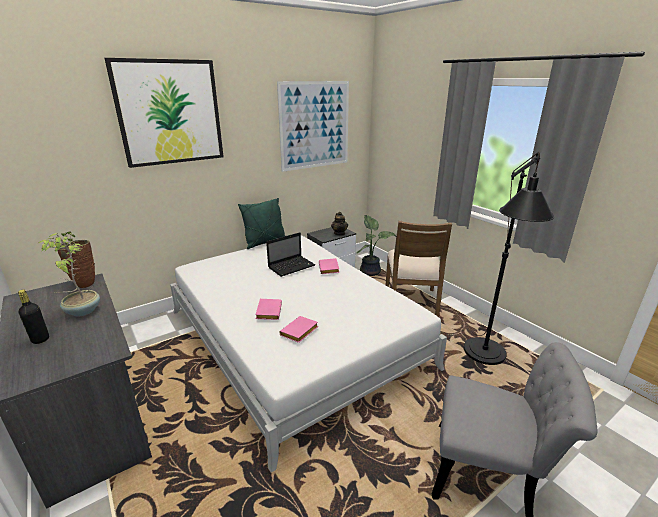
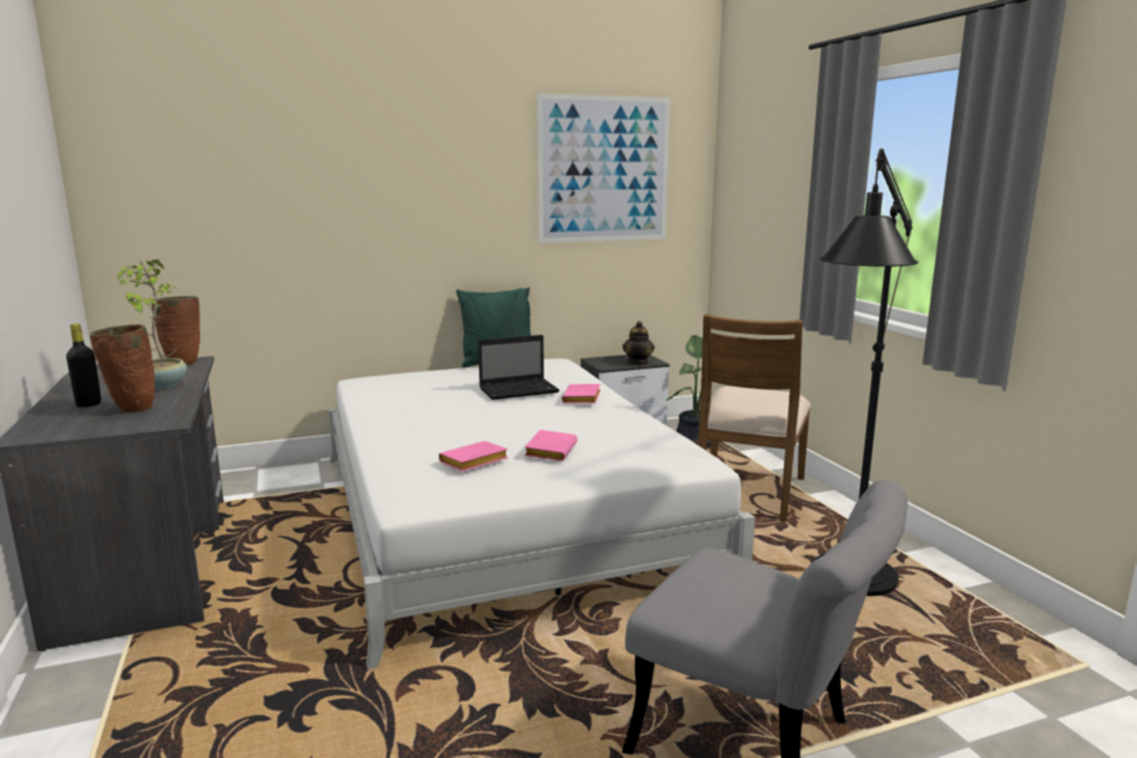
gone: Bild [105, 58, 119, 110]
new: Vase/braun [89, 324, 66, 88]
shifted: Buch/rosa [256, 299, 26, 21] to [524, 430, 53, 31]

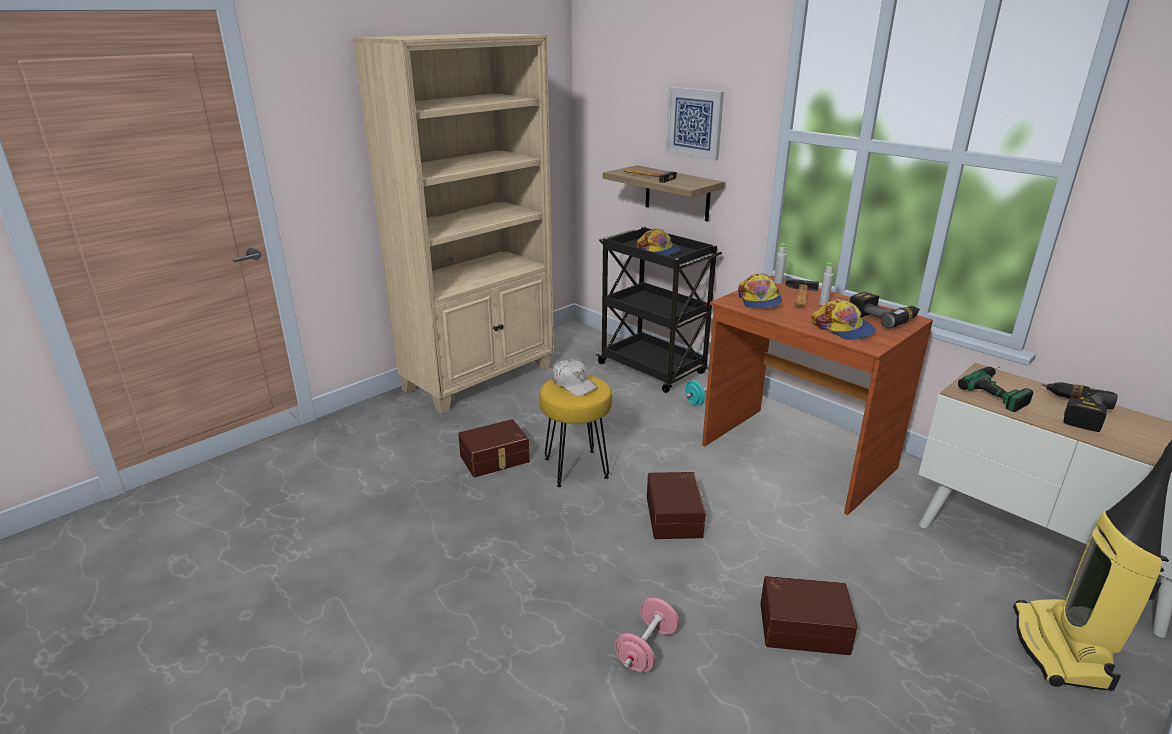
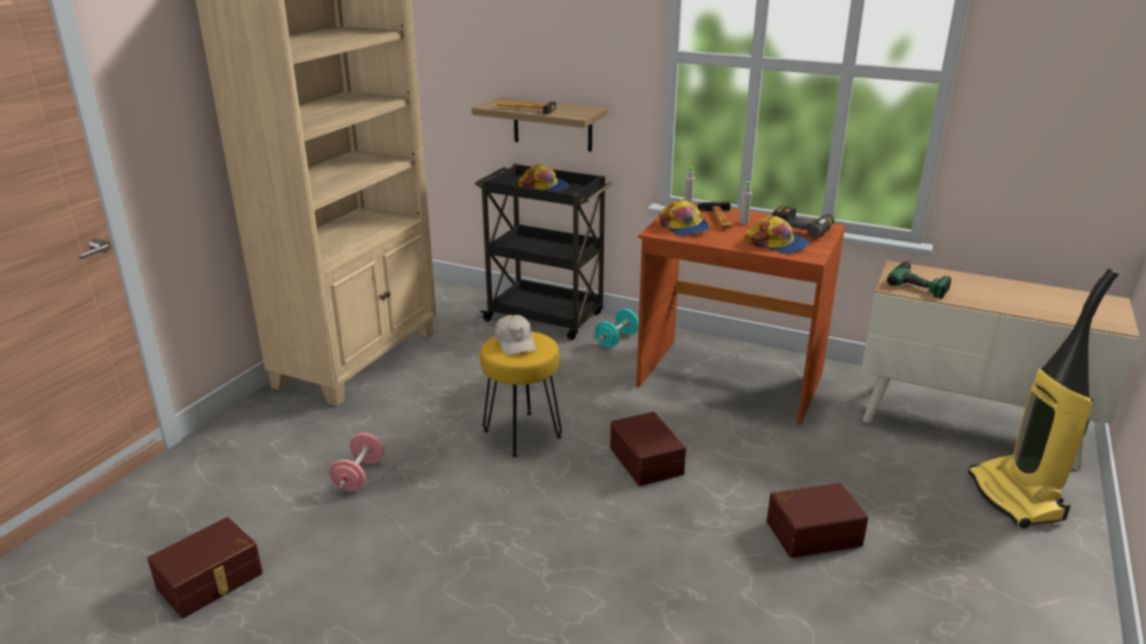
gone: Bild [665, 87, 59, 74]; Bohrmaschine [1042, 382, 76, 50]
shifted: Aufbewahrungsbox/braun [458, 419, 72, 58] to [147, 517, 116, 101]; Hantel/rosa [614, 598, 65, 74] to [330, 433, 54, 59]
rotated: Kappe/weiß [552, 359, 46, 37] = [495, 315, 41, 40] 45 degrees clockwise

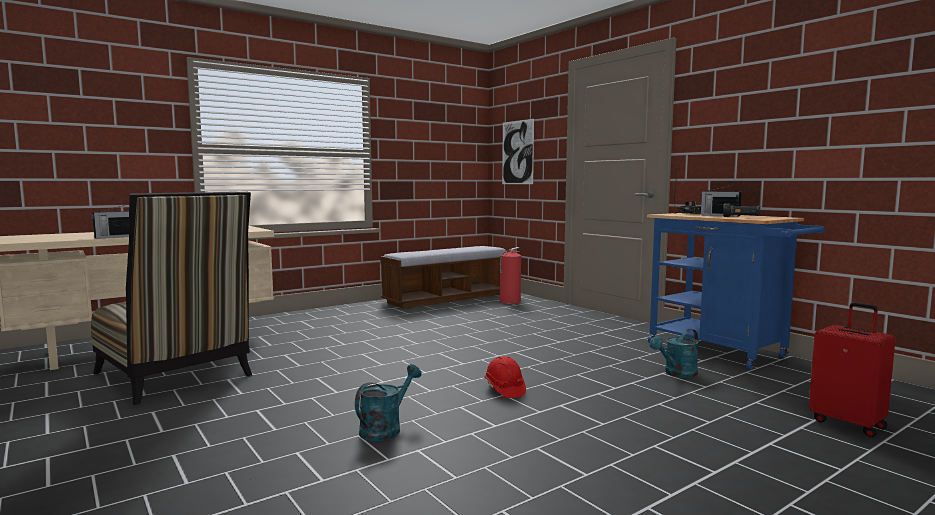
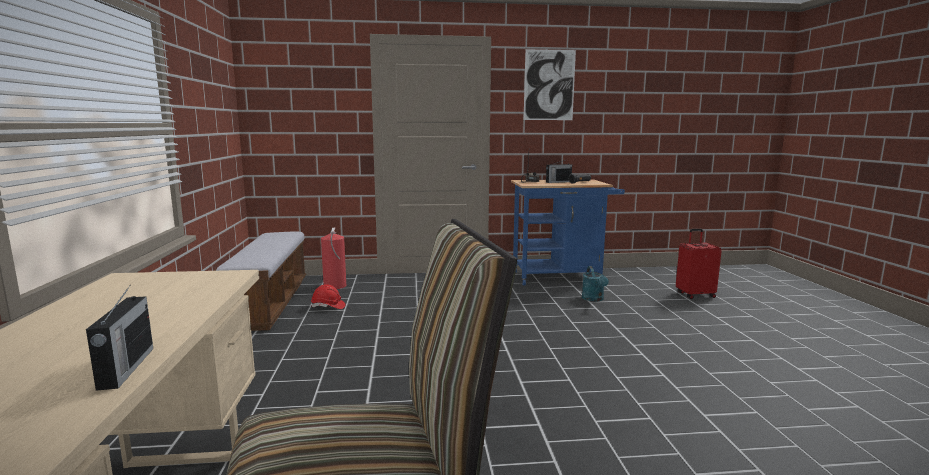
gone: Gießkanne/türkis [355, 364, 67, 77]
shifted: Schutzhelm/rot [484, 356, 42, 42] to [311, 284, 35, 25]; Bild [502, 119, 32, 65] to [524, 49, 52, 71]

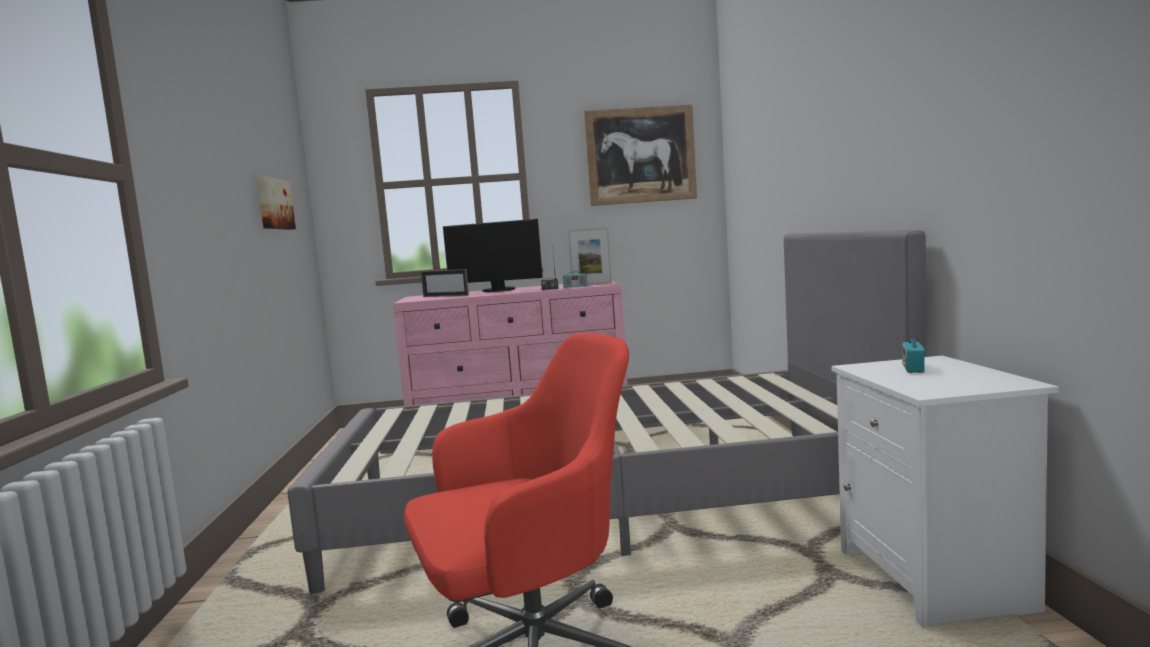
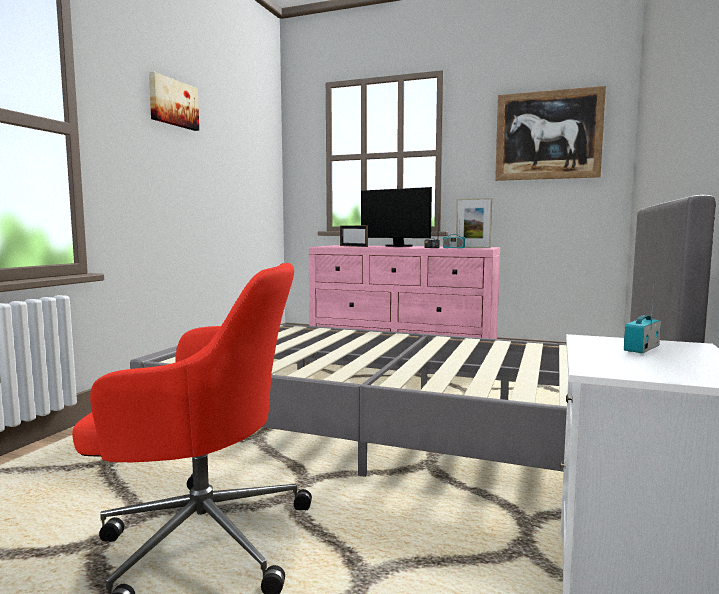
shifted: Bild [257, 176, 39, 54] to [149, 72, 50, 59]

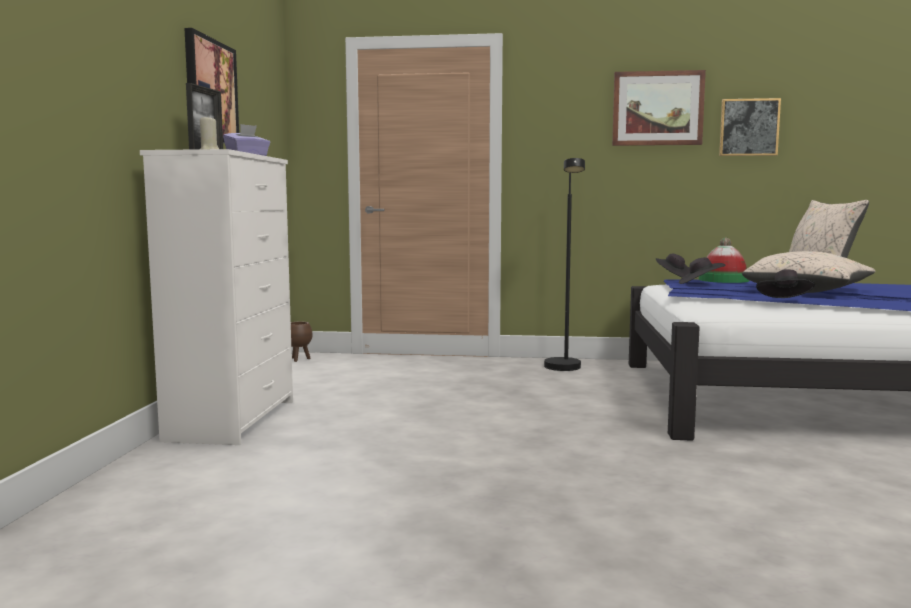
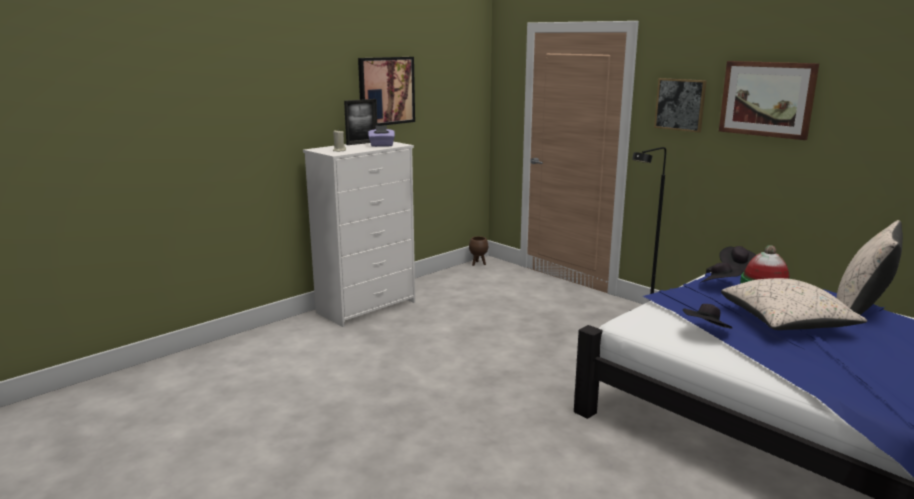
shifted: Bild [719, 98, 62, 58] to [654, 78, 53, 55]

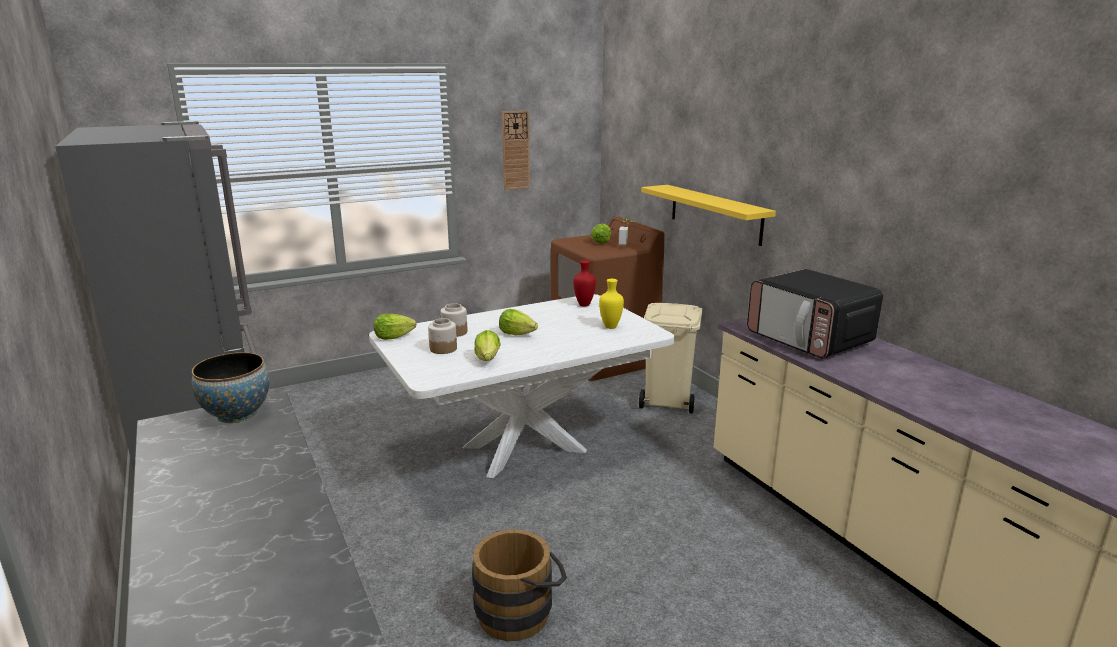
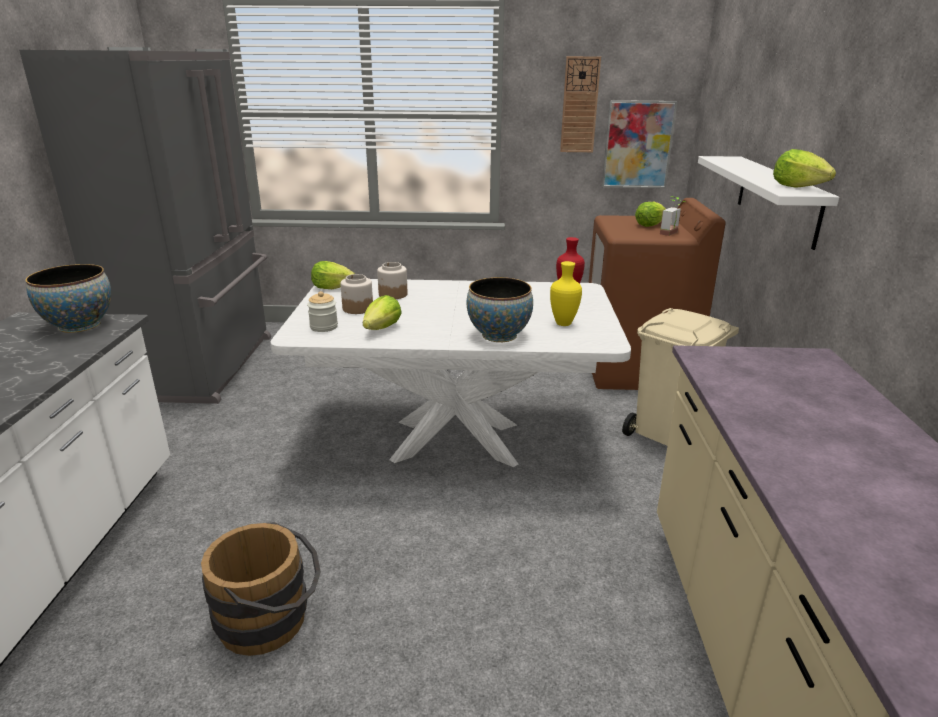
gone: Mikrowelle [747, 269, 136, 89]
new: Vorratsglas [307, 291, 31, 41]; Schüssel [467, 277, 66, 65]; Bild [602, 100, 75, 88]
shifted: Salatkopf [499, 309, 39, 26] to [773, 149, 63, 39]
repainted: Wandregal/gelb [641, 185, 135, 61] to Wandregal/weiß [698, 156, 141, 94]

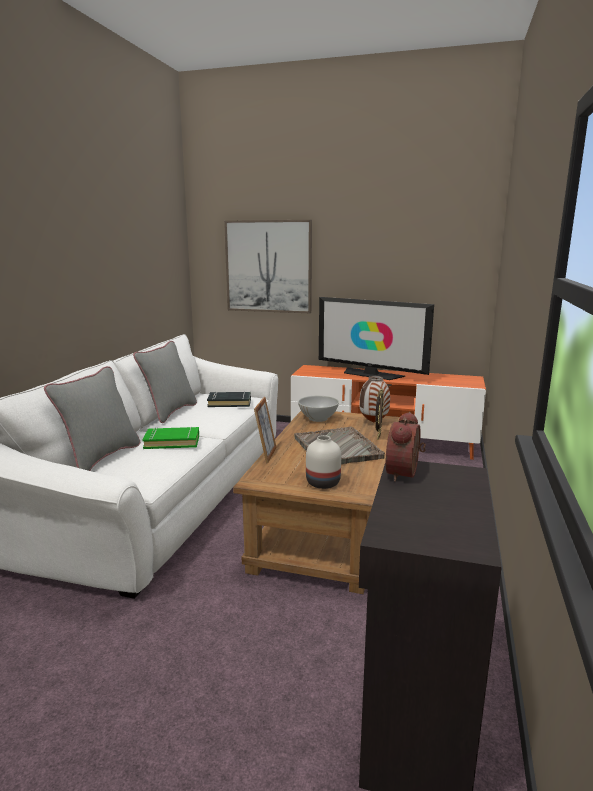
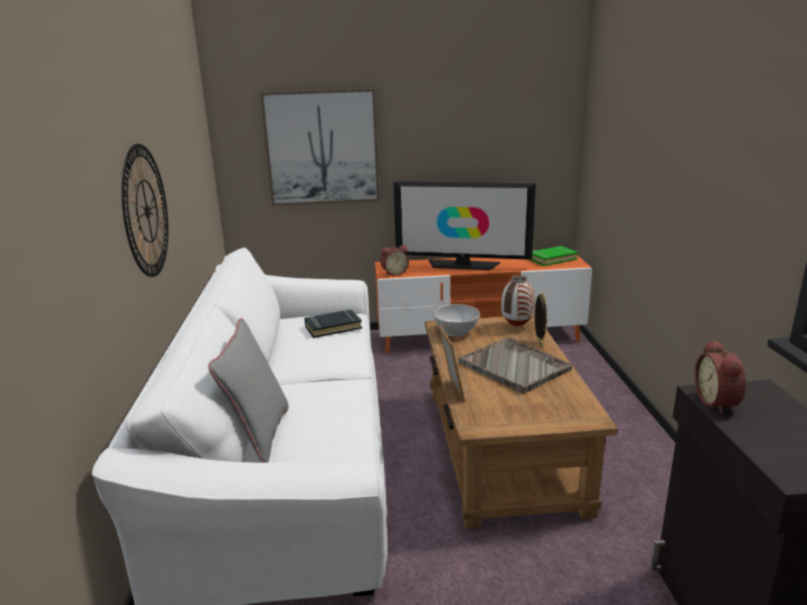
gone: Kissen/grau [133, 341, 64, 82]; Vase/weiß [306, 435, 35, 54]
new: Wanduhr [121, 144, 47, 133]; Wecker [381, 245, 28, 31]
shifted: Buch/grün [142, 427, 57, 22] to [531, 246, 47, 20]

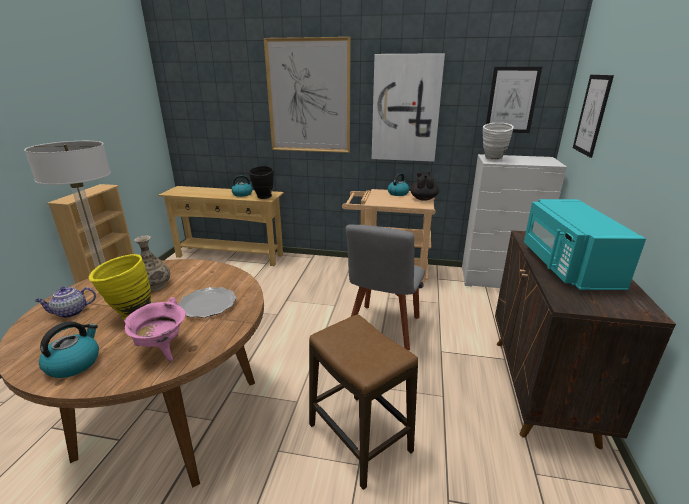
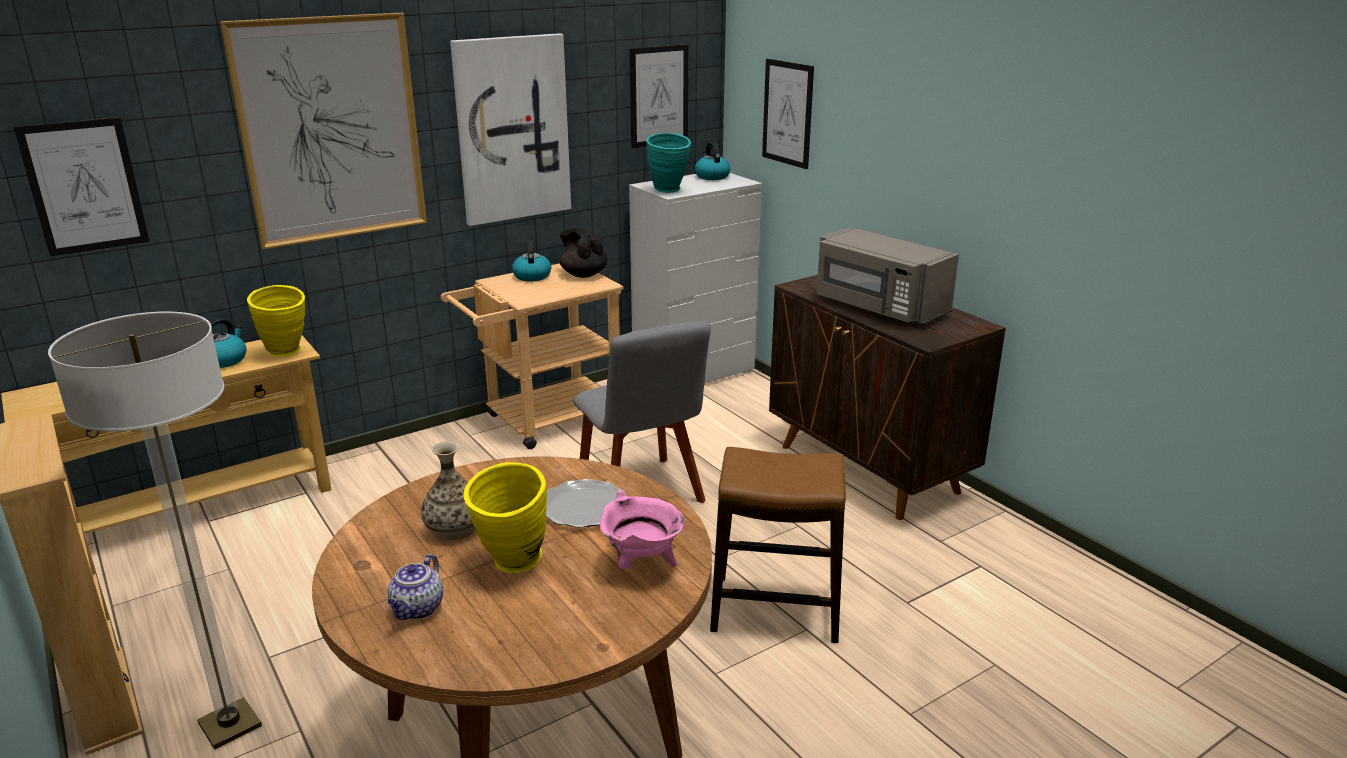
new: Bild [14, 117, 136, 140]
shifted: Wasserkessel [39, 321, 60, 57] to [695, 142, 36, 38]
repainted: Vase/schwarz [248, 166, 26, 33] to Vase/gelb [247, 285, 58, 72]; Vase/weiß [483, 123, 31, 38] to Vase/türkis [646, 133, 45, 60]; Mikrowelle/türkis [524, 199, 122, 91] to Mikrowelle/grau [817, 227, 142, 98]

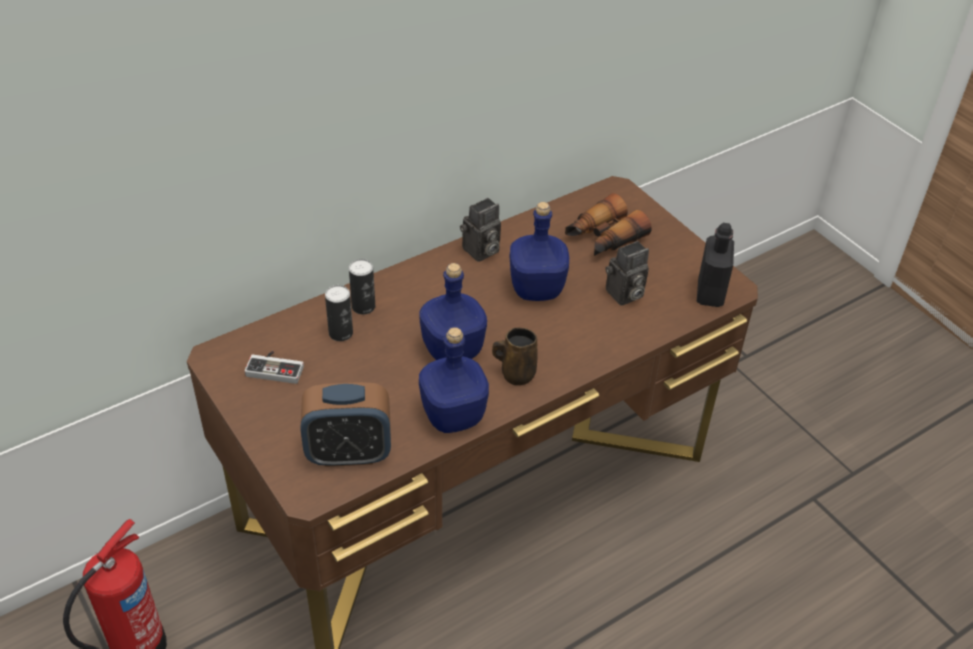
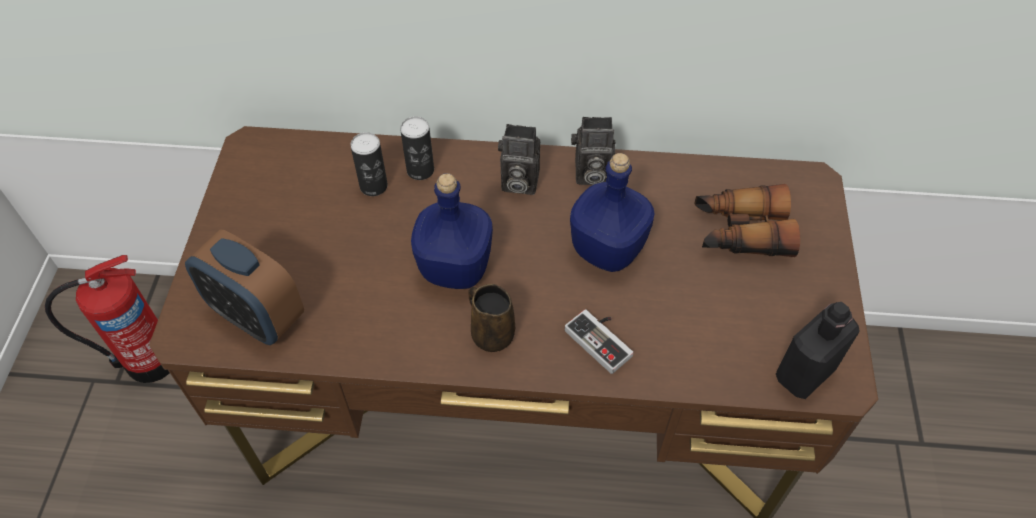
gone: Flasche/blau [419, 327, 70, 106]
shifted: Gamepad [244, 351, 60, 33] to [565, 309, 68, 65]; Kamera [606, 241, 43, 64] to [498, 124, 42, 71]

